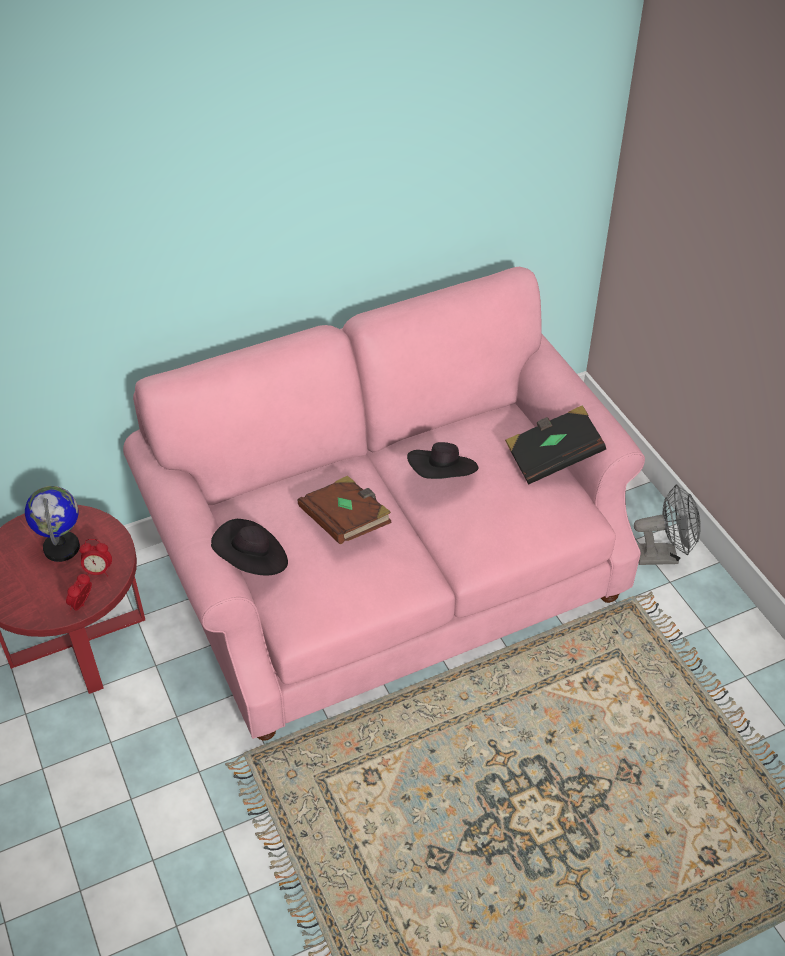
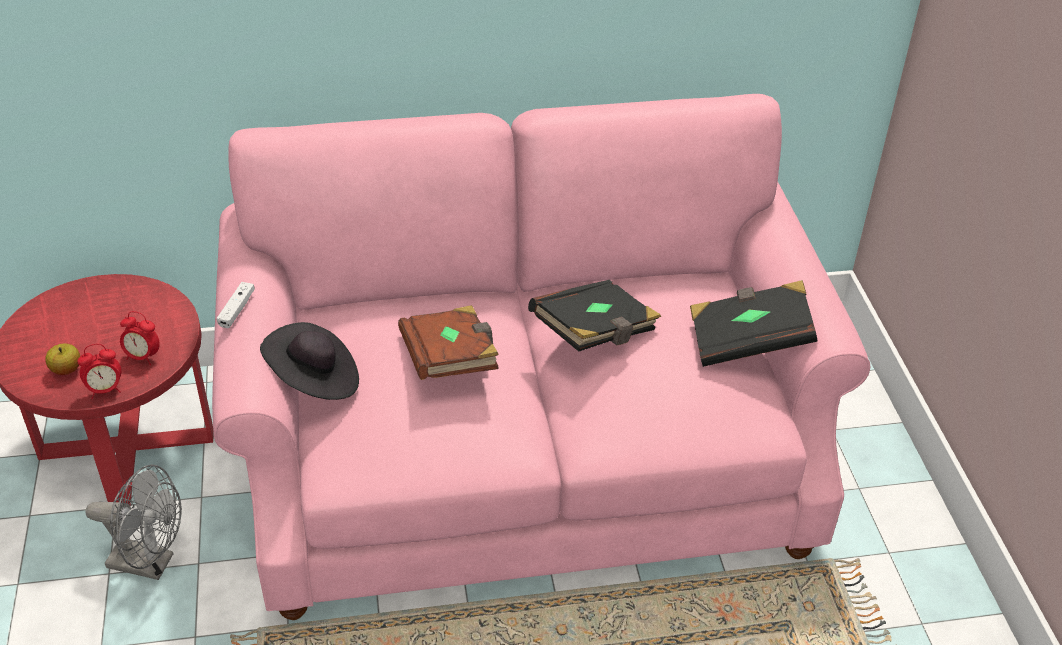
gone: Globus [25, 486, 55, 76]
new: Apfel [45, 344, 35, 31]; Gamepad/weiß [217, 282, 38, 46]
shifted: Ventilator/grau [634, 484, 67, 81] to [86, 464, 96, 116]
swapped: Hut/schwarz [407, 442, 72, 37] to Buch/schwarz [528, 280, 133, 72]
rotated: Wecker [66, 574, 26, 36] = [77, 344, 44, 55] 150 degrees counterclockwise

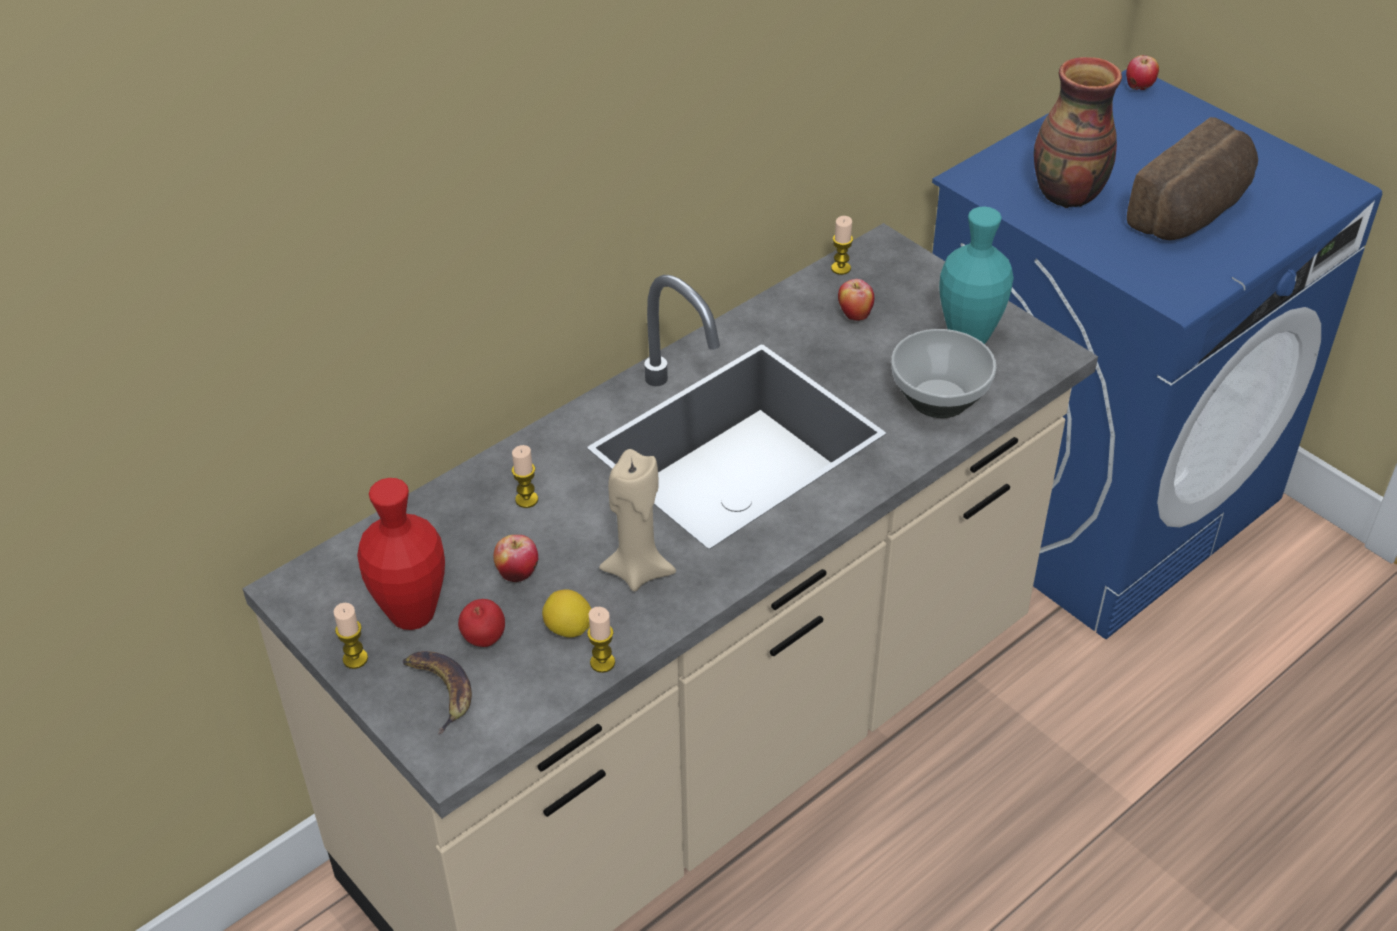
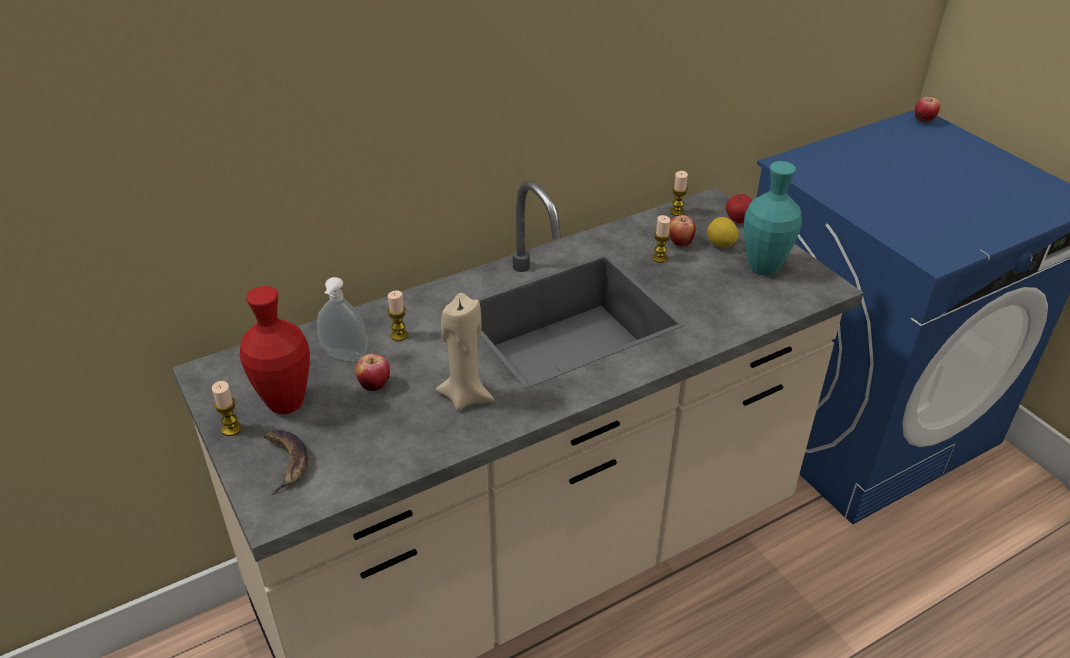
gone: Schüssel [891, 329, 105, 89]; Vase [1034, 57, 88, 151]; Brot [1127, 117, 131, 123]
new: Seifenspender [317, 277, 51, 84]
shifted: Apfel [458, 599, 47, 48] to [726, 194, 26, 29]; Zitrone [542, 589, 49, 48] to [707, 217, 32, 31]; Kerze [587, 607, 28, 66] to [652, 215, 19, 48]

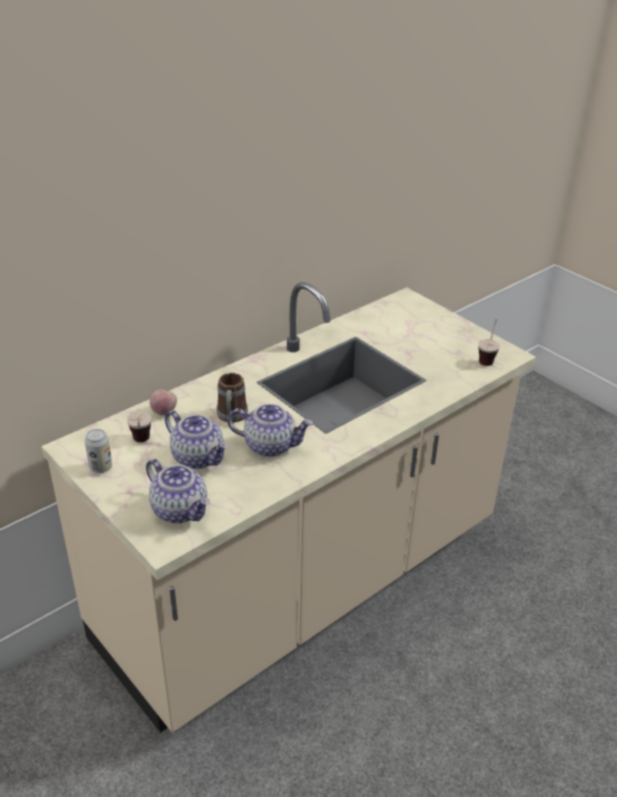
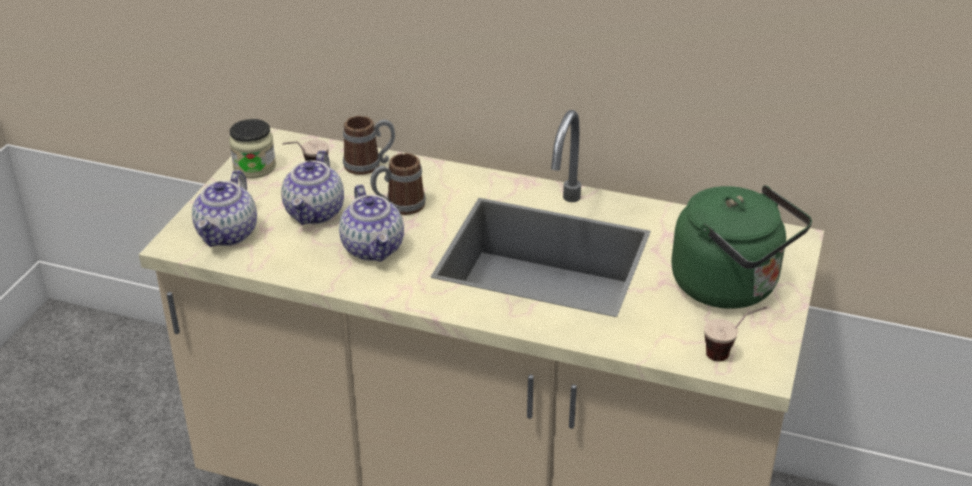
new: Wasserkessel/grün [671, 185, 141, 124]
swapped: Dose [85, 429, 27, 44] to Vorratsglas [229, 119, 47, 59]; Apfel [150, 389, 27, 26] to Henkelbecher [343, 116, 52, 59]

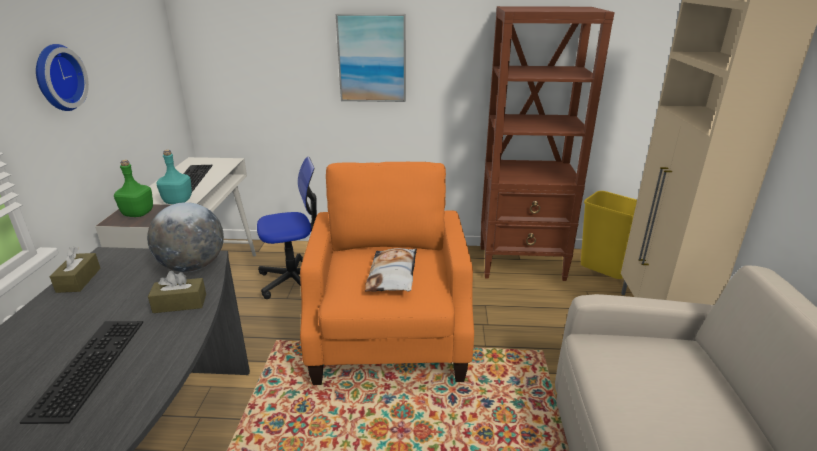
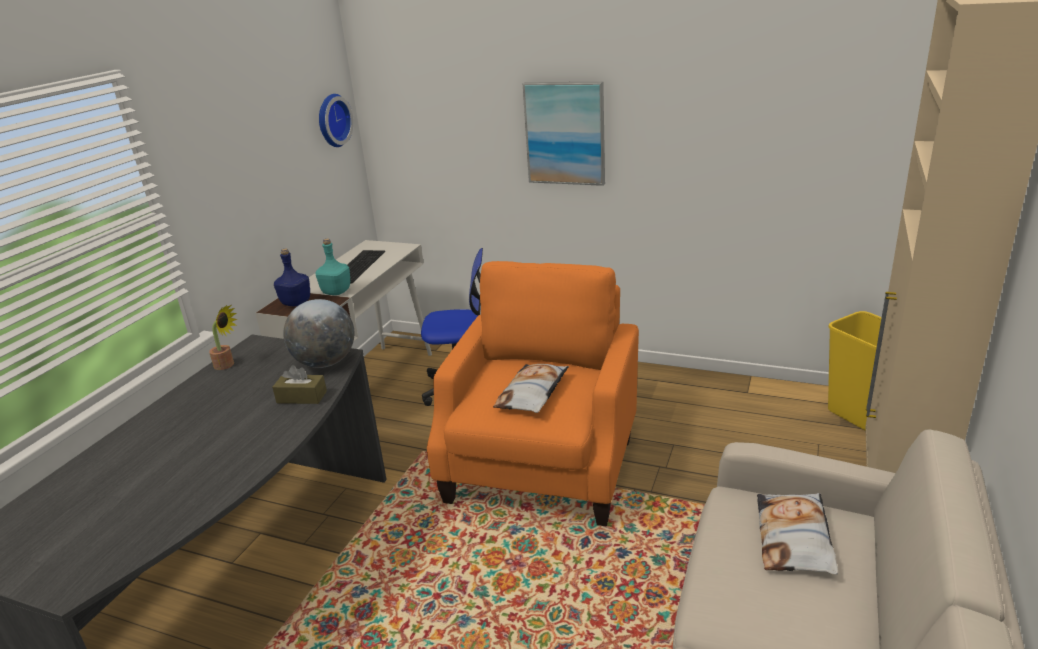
gone: Tastatur [19, 321, 124, 103]; Bücherregal/braun [480, 6, 135, 275]
new: Kissen [757, 493, 81, 82]
shifted: Wanduhr [36, 44, 53, 67] to [319, 94, 35, 53]
swapped: Taschentuchbox/braun [50, 247, 51, 46] to Topfpflanze [209, 304, 28, 66]
repainted: Flasche/grün [114, 160, 39, 57] to Flasche/blau [274, 249, 36, 57]

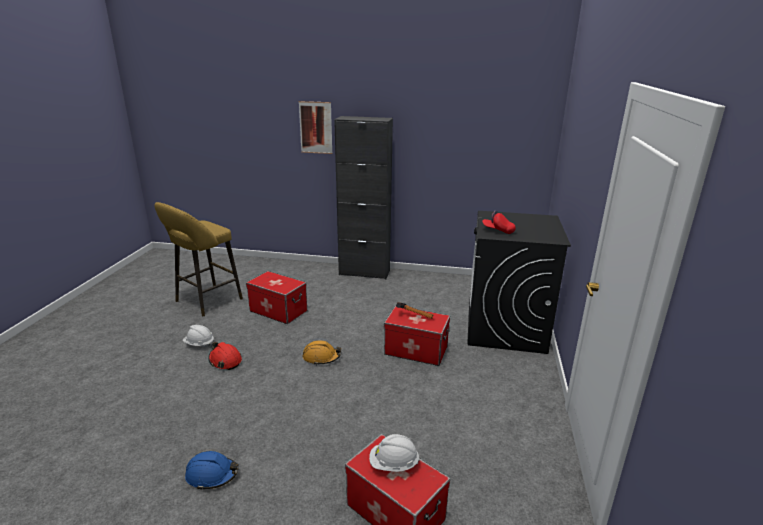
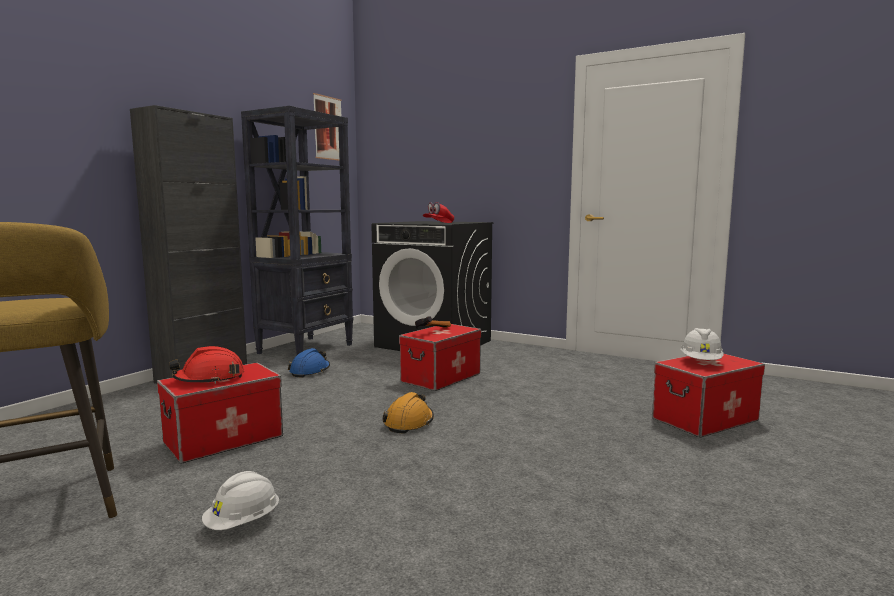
new: Bücherregal/schwarz [241, 106, 112, 250]
shifted: Schutzhelm/blau [185, 451, 53, 39] to [288, 348, 42, 30]; Schutzhelm/rot [208, 342, 34, 28] to [169, 346, 75, 38]; Bild [299, 101, 34, 53] to [313, 93, 29, 68]

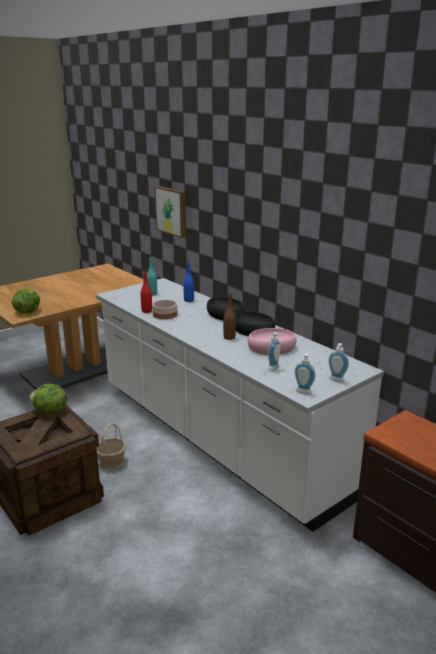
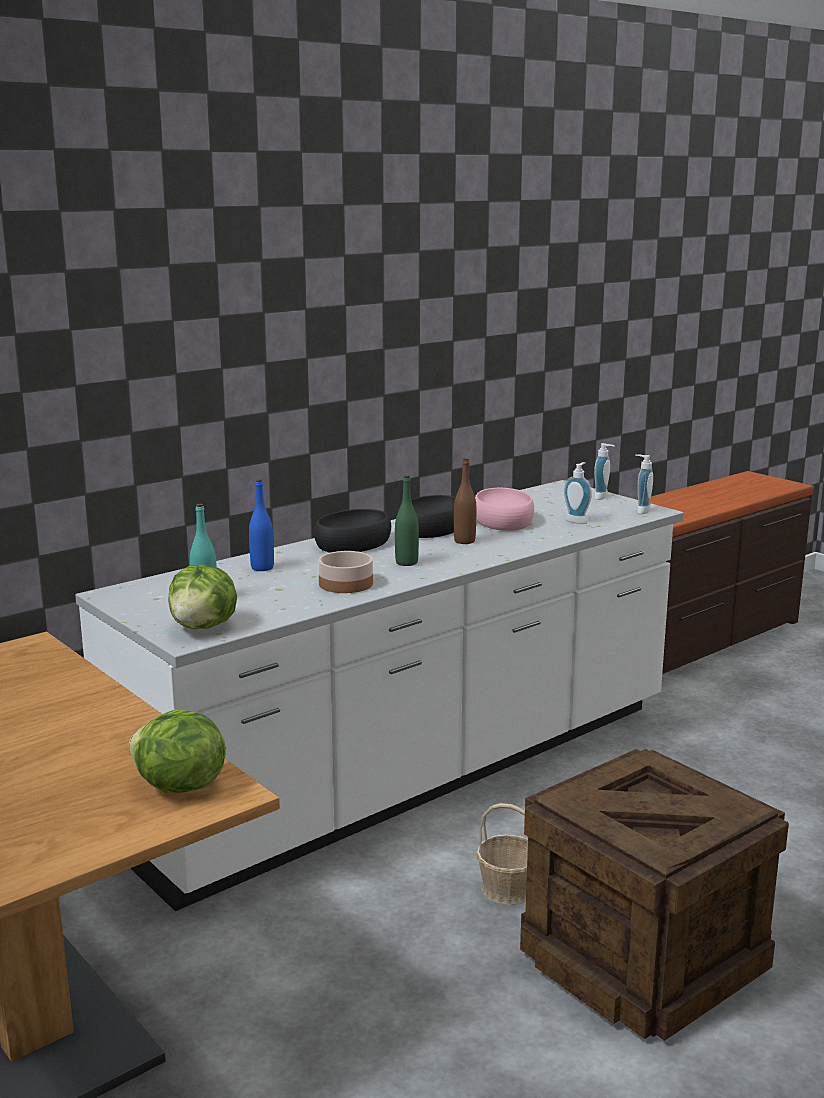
gone: Flasche/rot [141, 271, 11, 42]; Bild [154, 186, 32, 52]
new: Flasche/grün [395, 475, 24, 91]
shifted: Salatkopf [29, 384, 38, 31] to [168, 565, 69, 64]

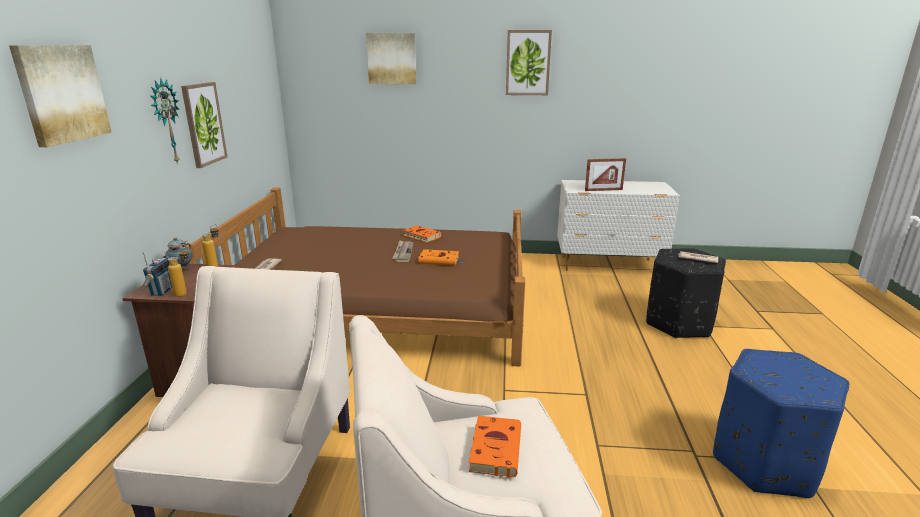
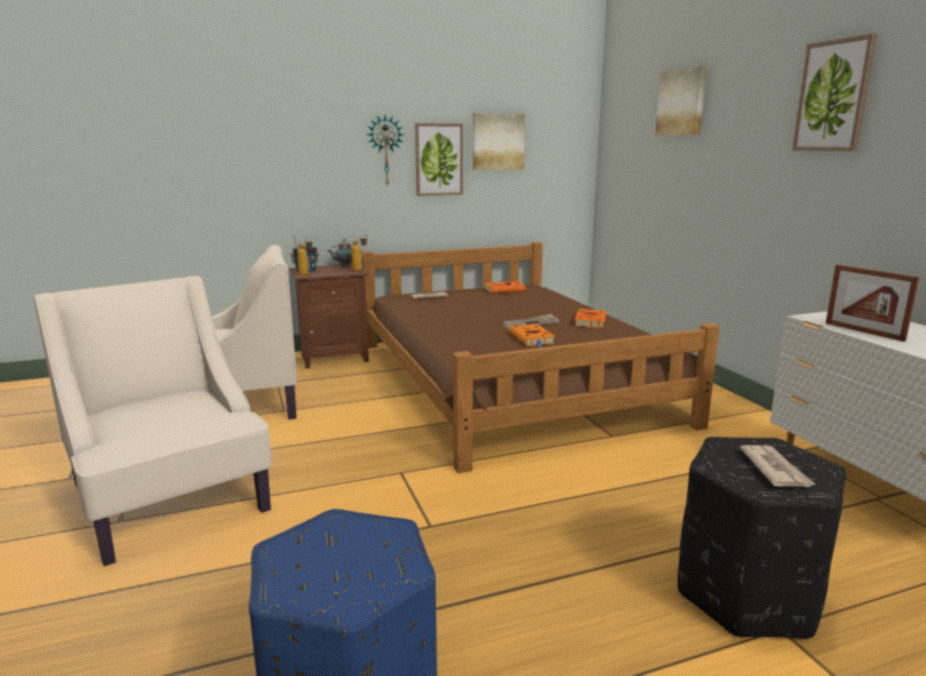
shifted: Bild [9, 45, 103, 102] to [473, 113, 52, 57]; Buch/orange [469, 416, 52, 62] to [485, 281, 44, 12]

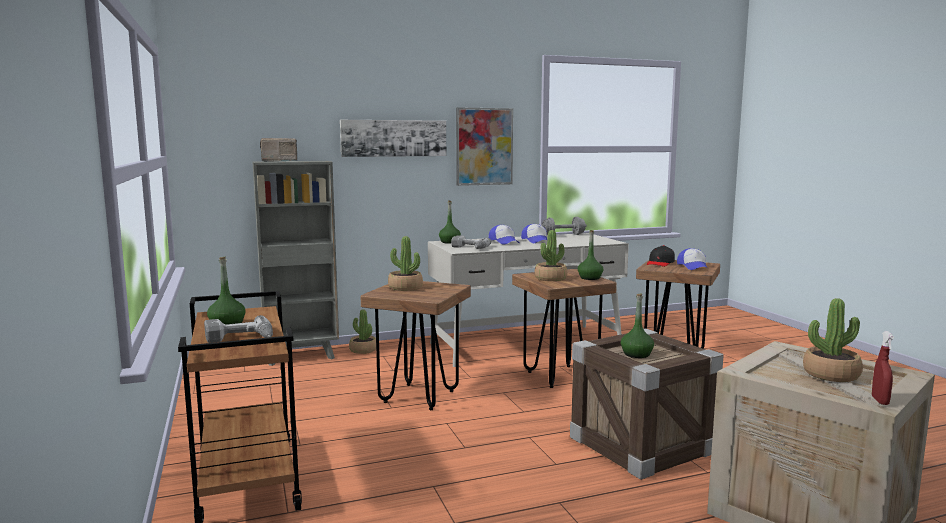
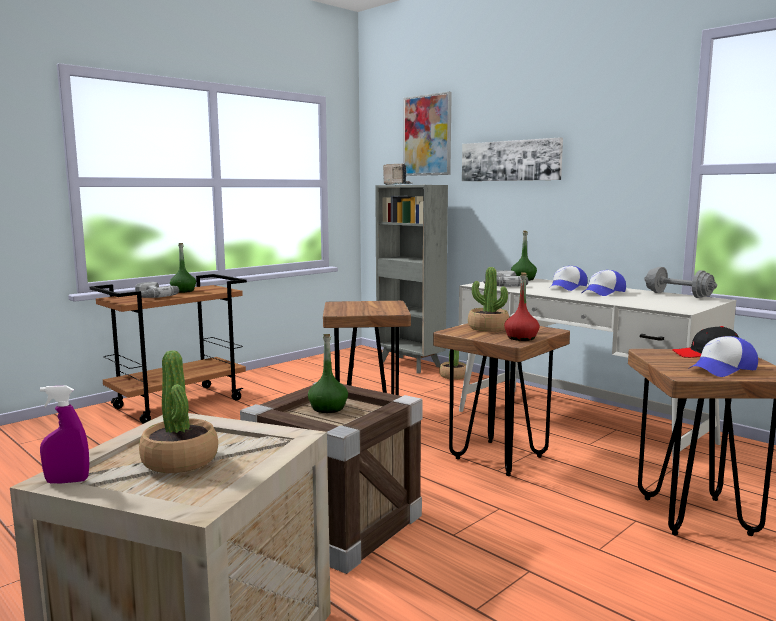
gone: Topfpflanze [388, 236, 35, 55]
shifted: Bild [456, 107, 57, 79] to [403, 92, 49, 84]
repainted: Flasche/grün [578, 230, 25, 50] to Flasche/rot [504, 272, 36, 69]; Sprühflasche/rot [872, 331, 22, 74] to Sprühflasche/lila [40, 385, 49, 99]

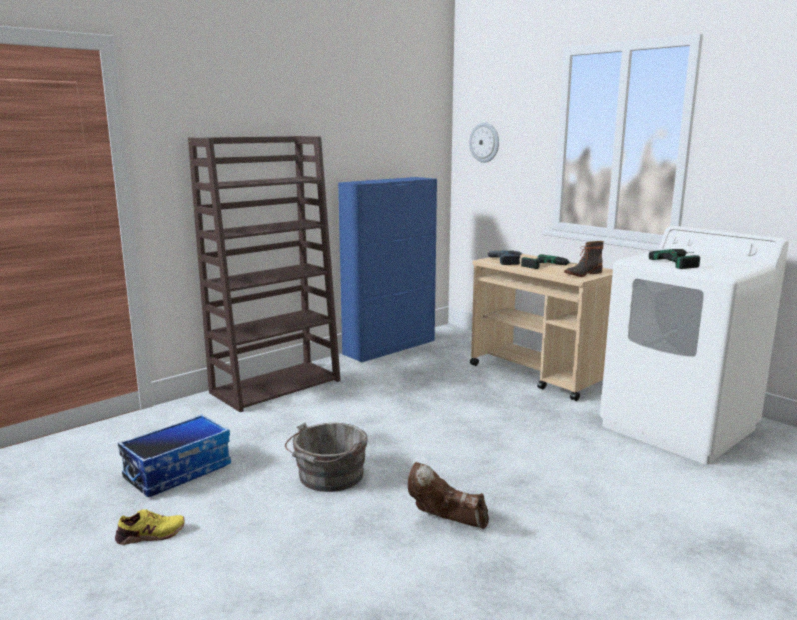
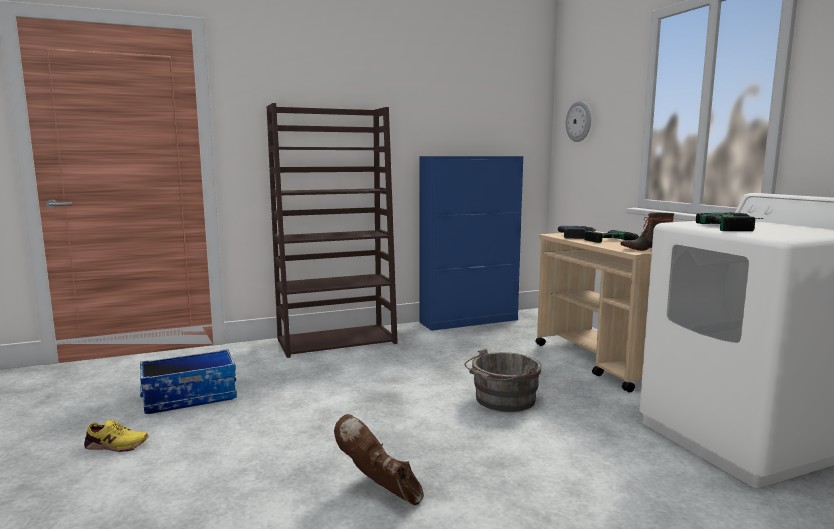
shifted: Eimer/grau [285, 423, 83, 69] to [464, 348, 78, 64]

